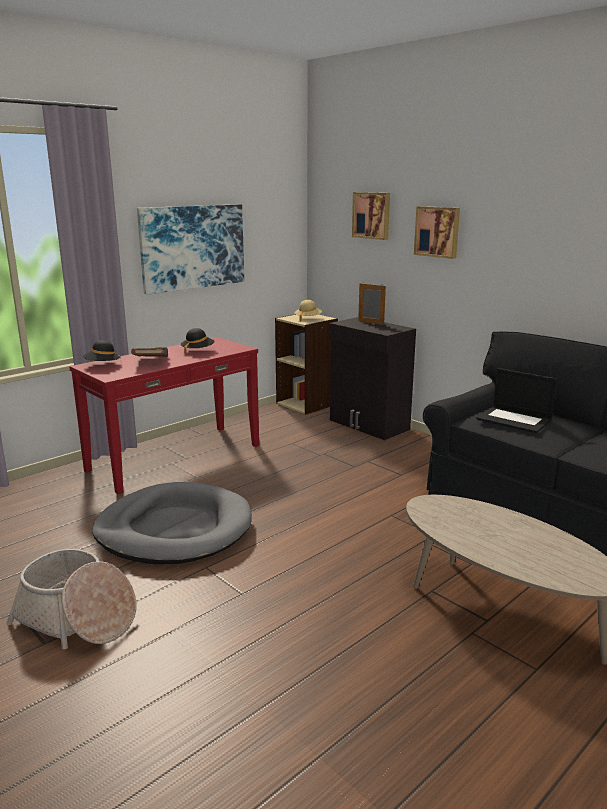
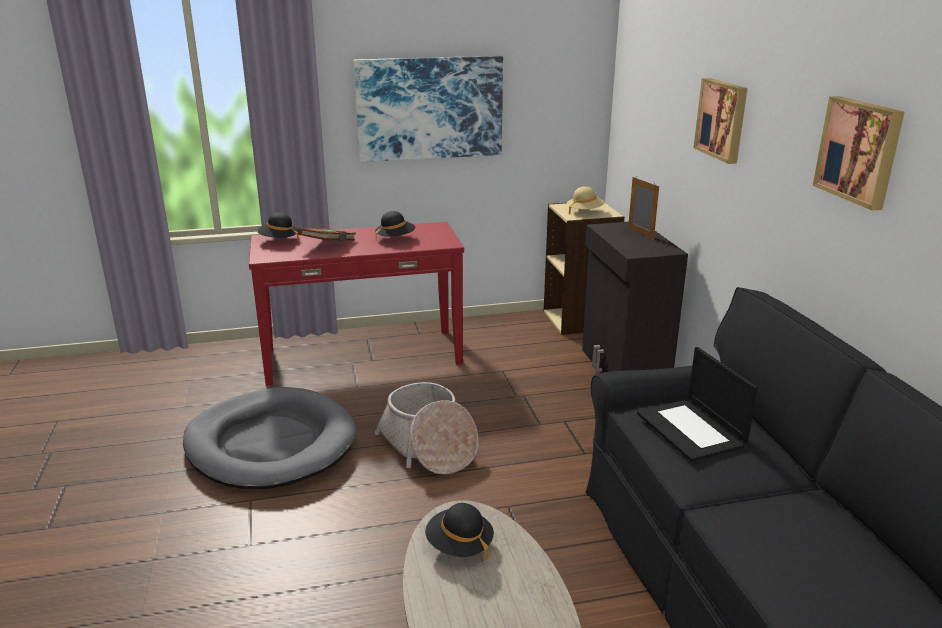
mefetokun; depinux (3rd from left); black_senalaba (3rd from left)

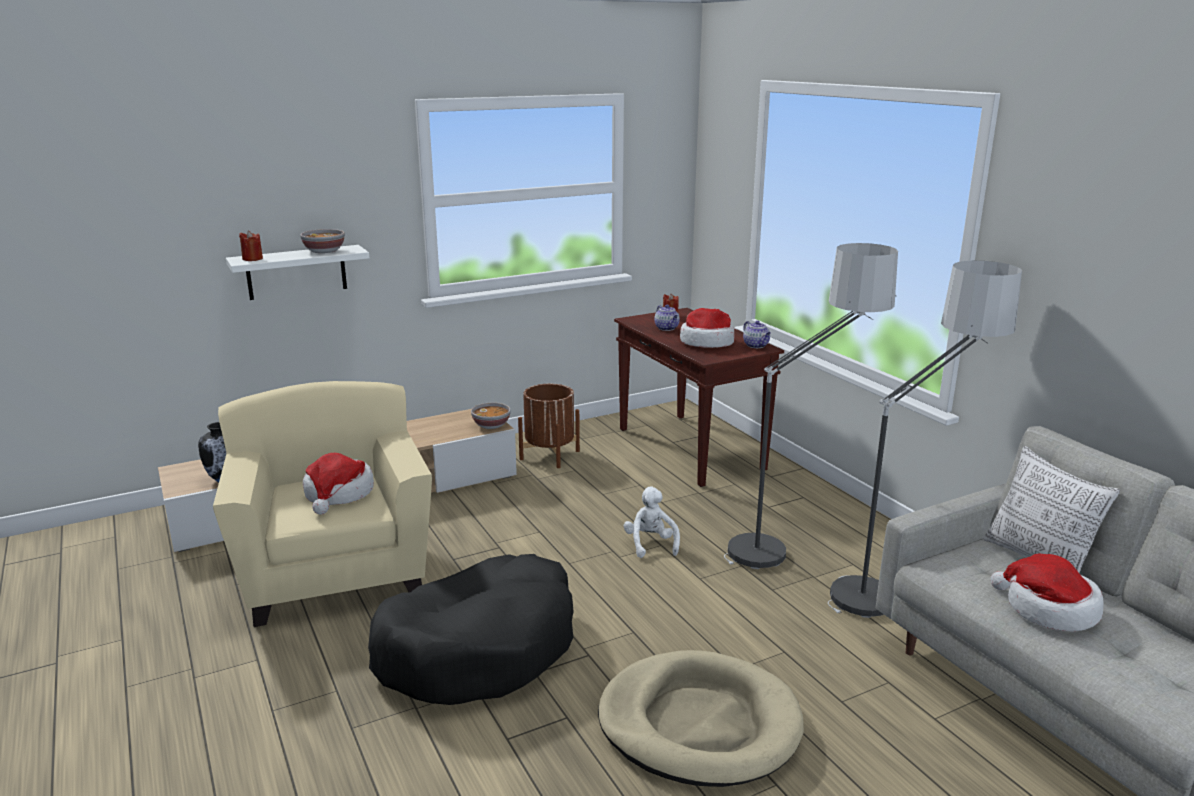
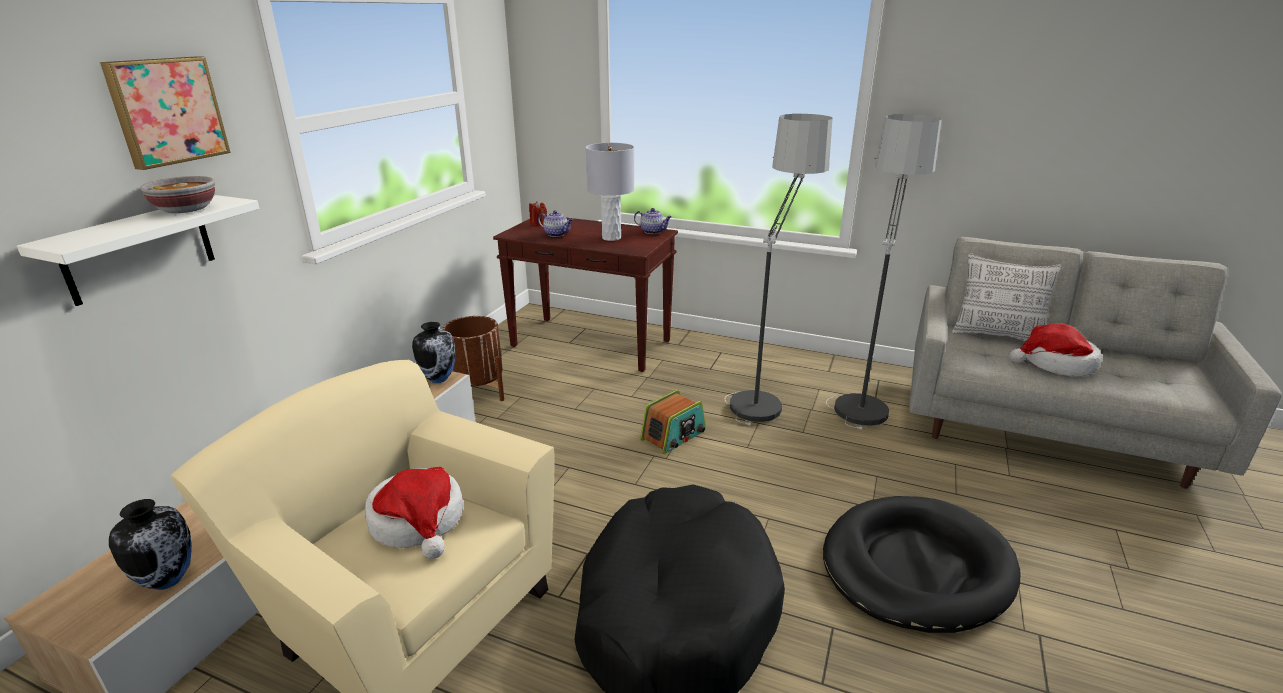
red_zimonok (1st from left in the first image); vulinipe (2nd from left); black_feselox (2nd from left); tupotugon; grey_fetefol; depinux

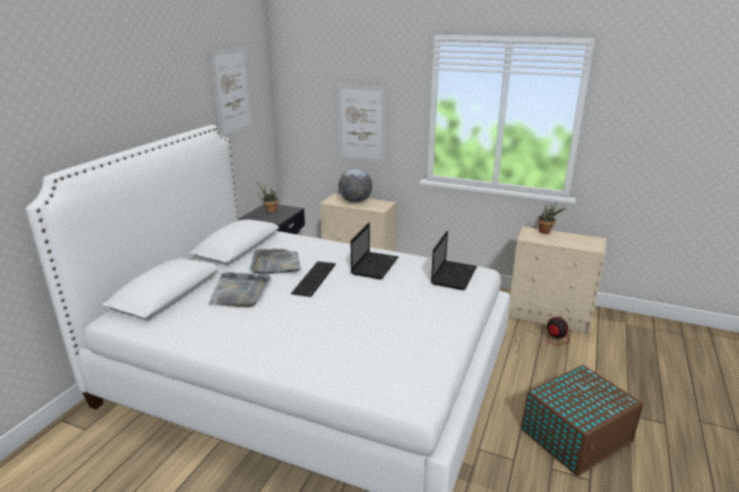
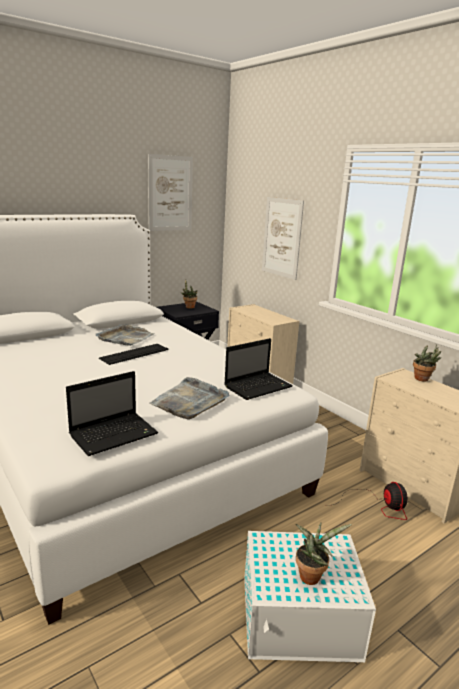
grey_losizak (2nd from left); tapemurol; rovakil (1st from left); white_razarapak; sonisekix (2nd from left)

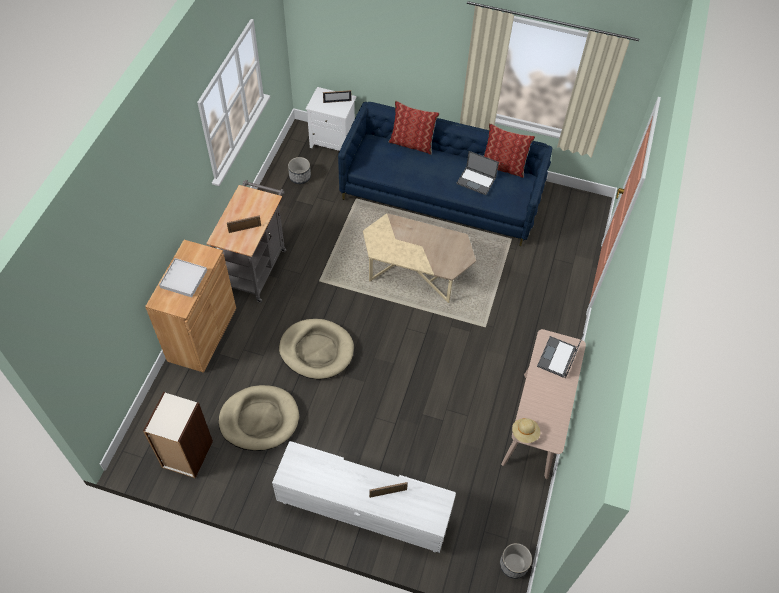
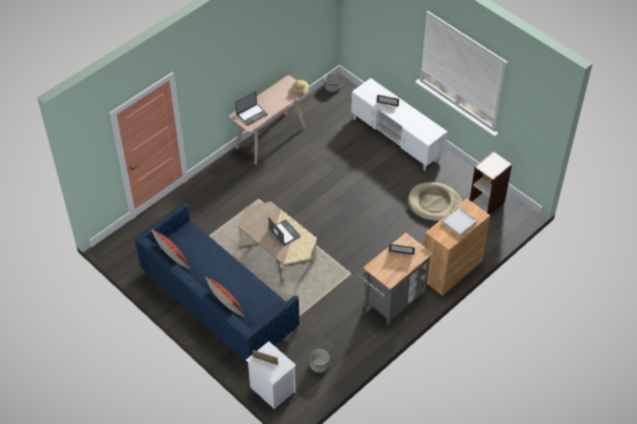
beige_feselox (2nd from left in the first image); rovakil (2nd from left)

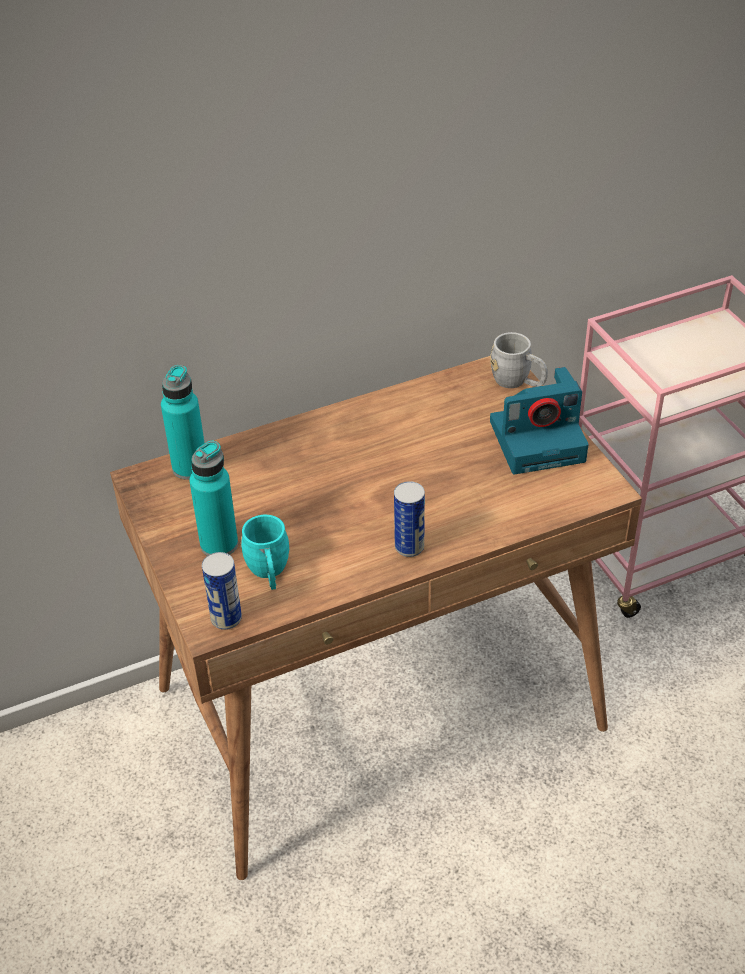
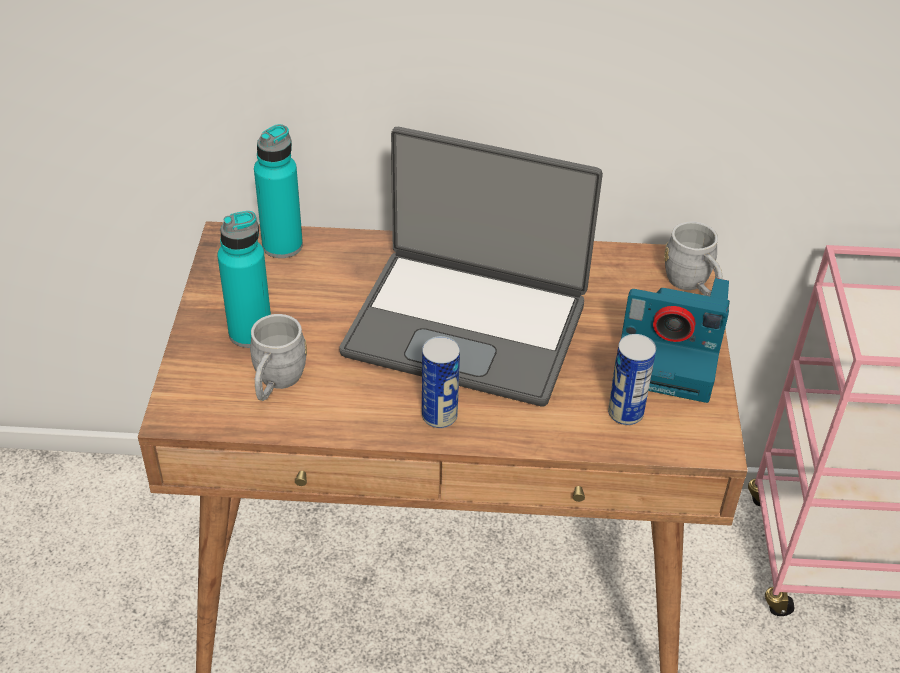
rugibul (2nd from left); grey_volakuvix (1st from left); rovakil

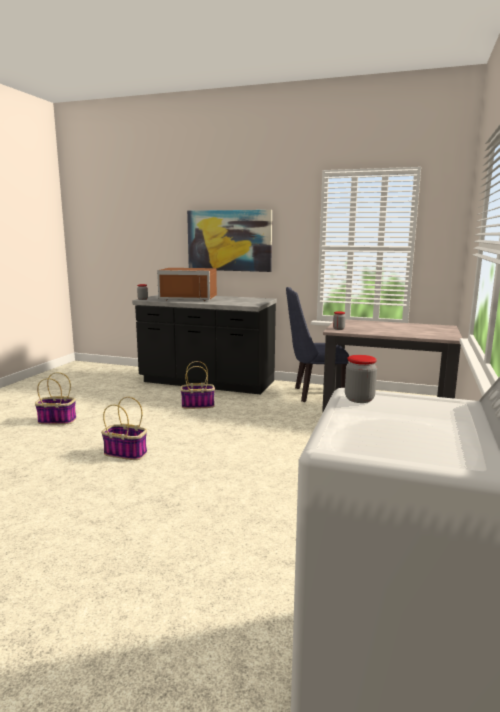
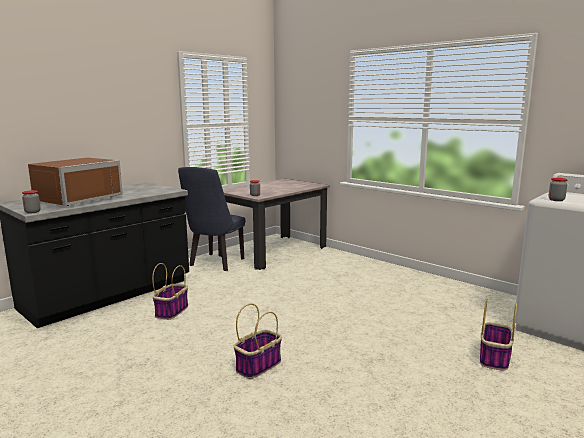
mefetokun (3rd from left); depinux

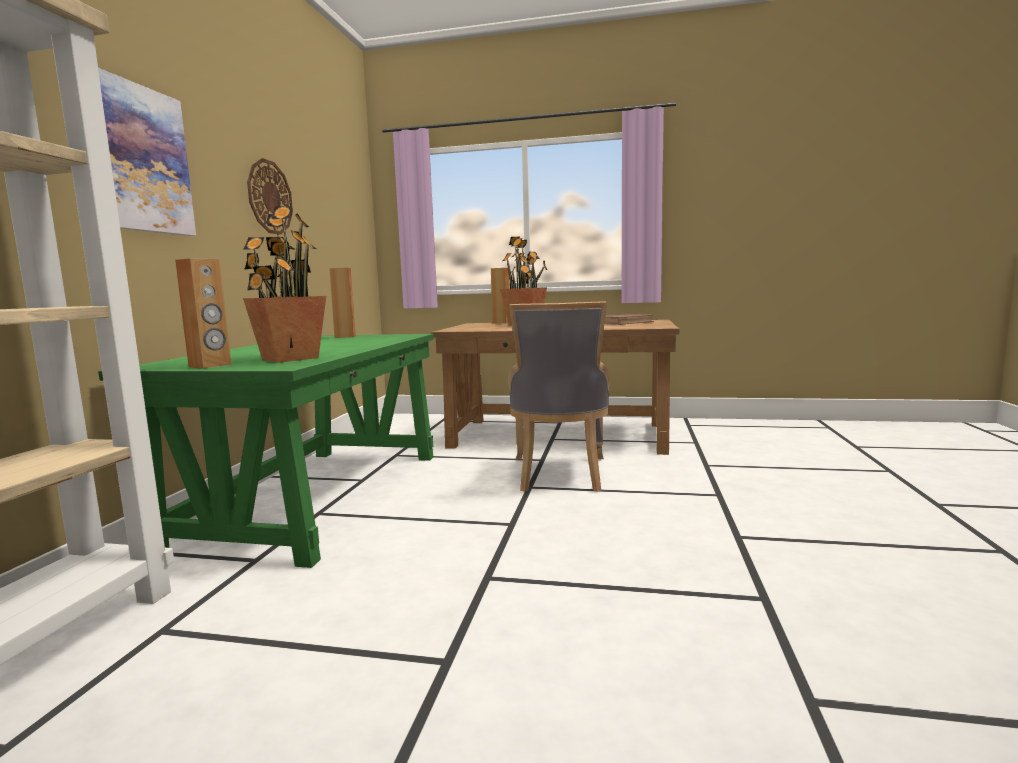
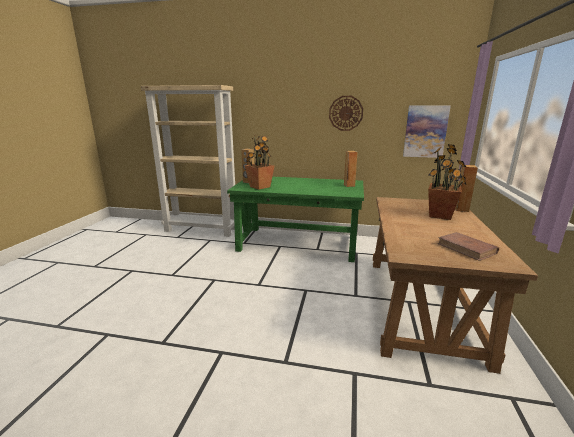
depinux; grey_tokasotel

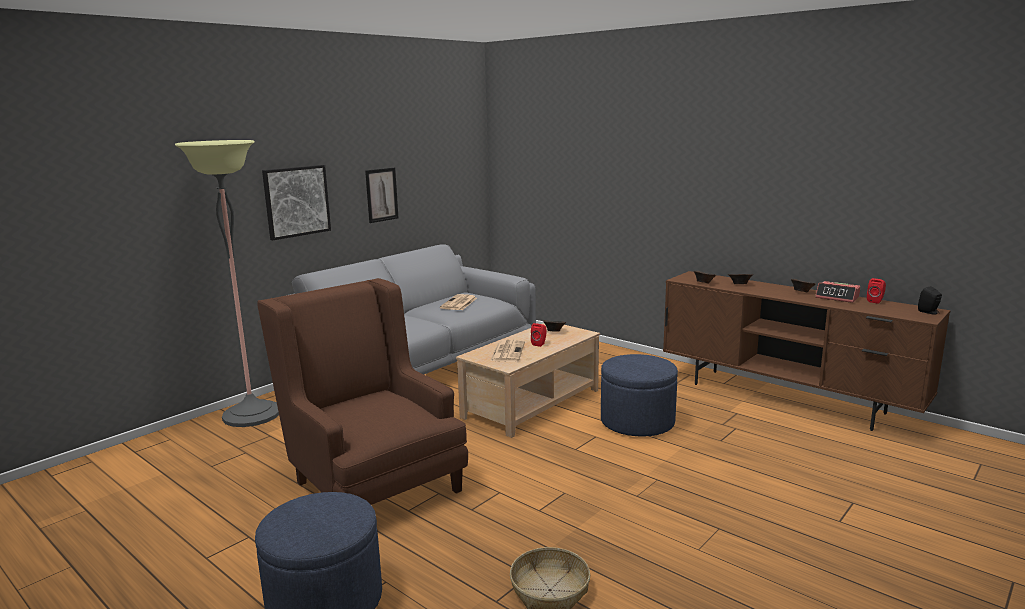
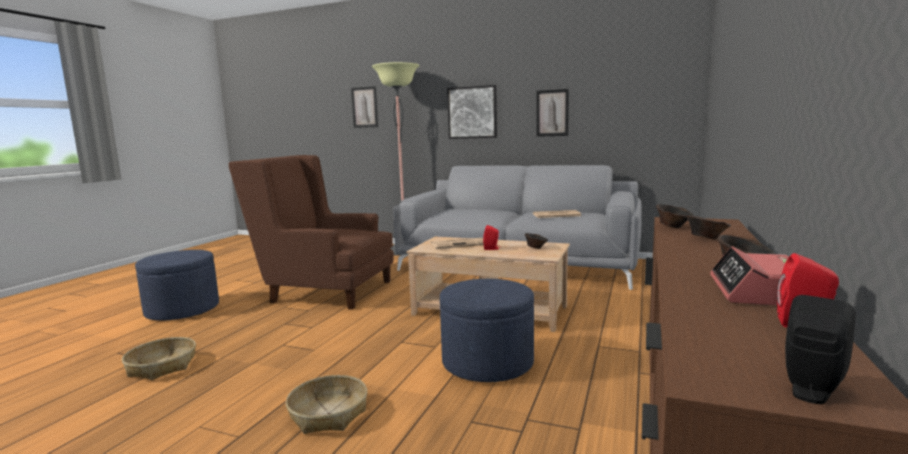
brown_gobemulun; mefetokun (2nd from left); depinux (1st from left)

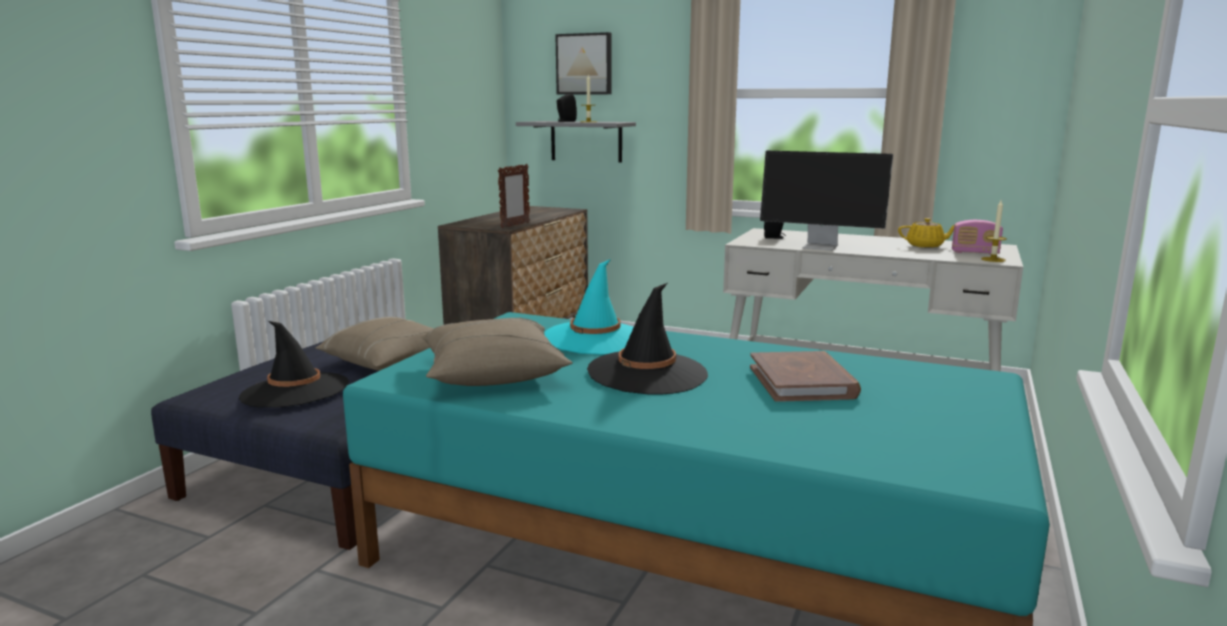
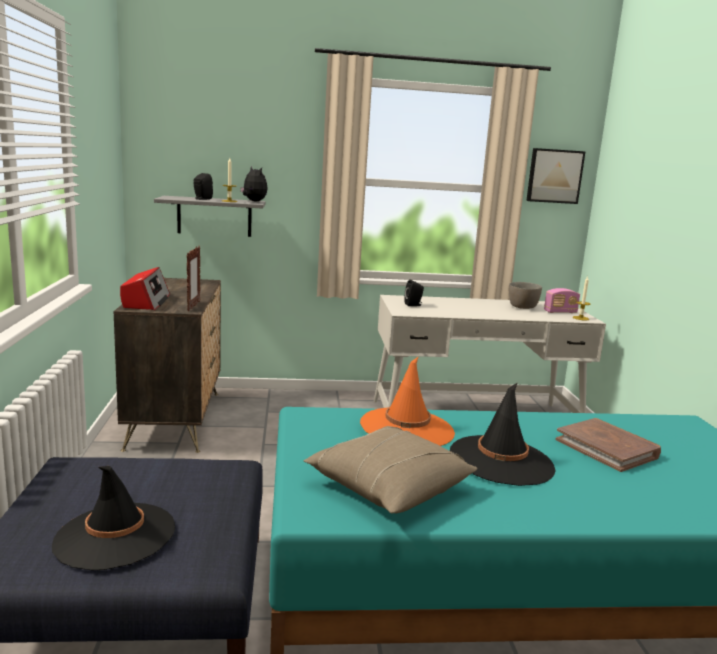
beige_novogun (1st from left in the first image); orange_senalaba; depinux; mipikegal; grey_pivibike; tupotugon (1st from left); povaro

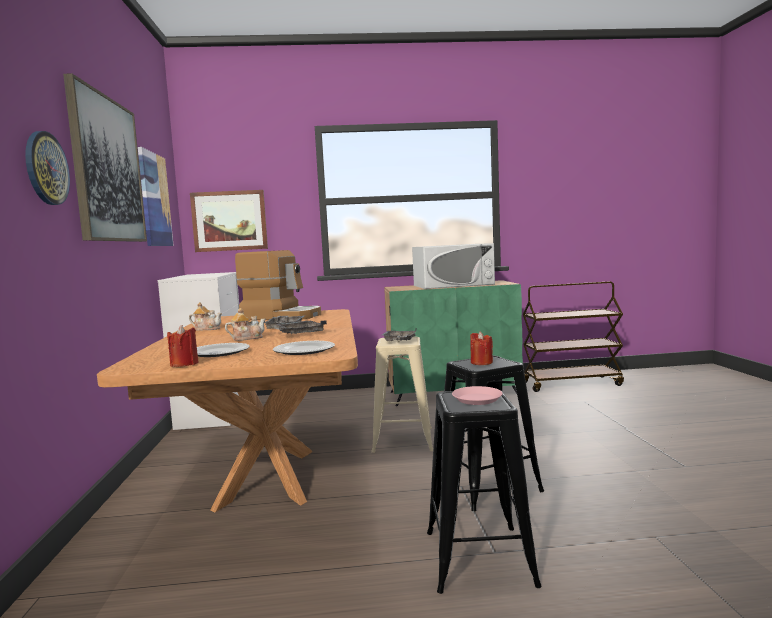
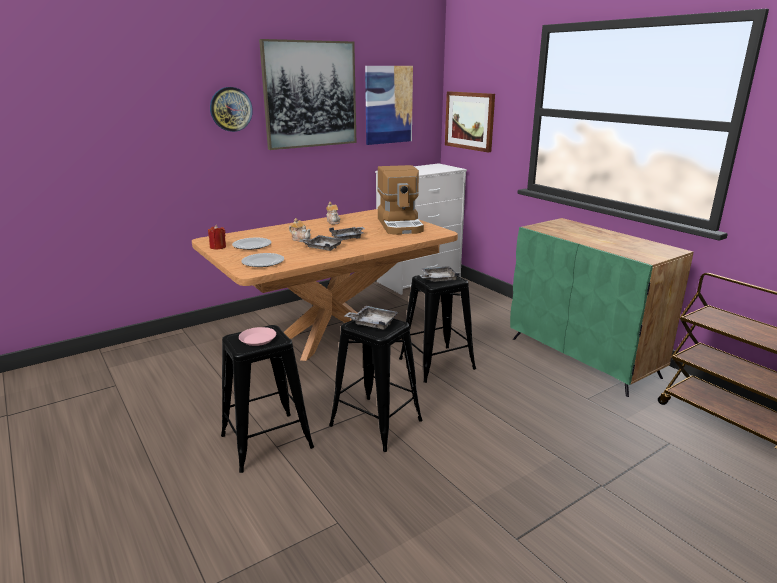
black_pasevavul (3rd from left); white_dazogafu; grey_losizak (3rd from left)

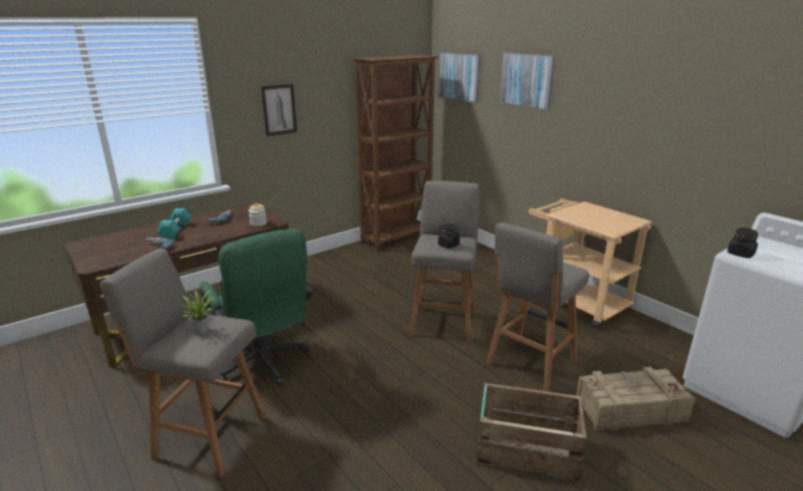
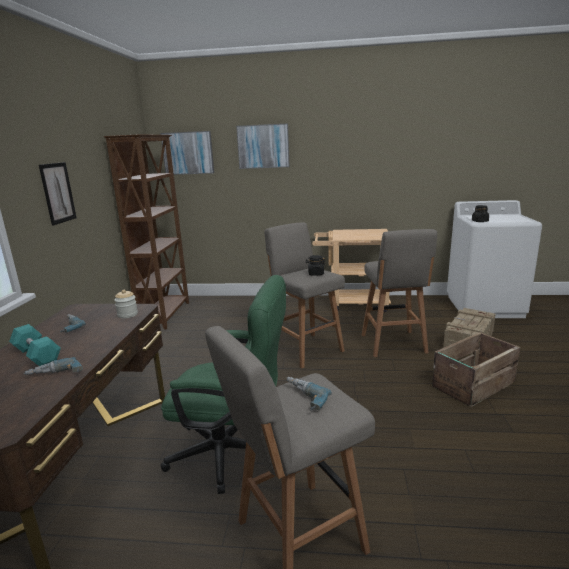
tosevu (3rd from left)

